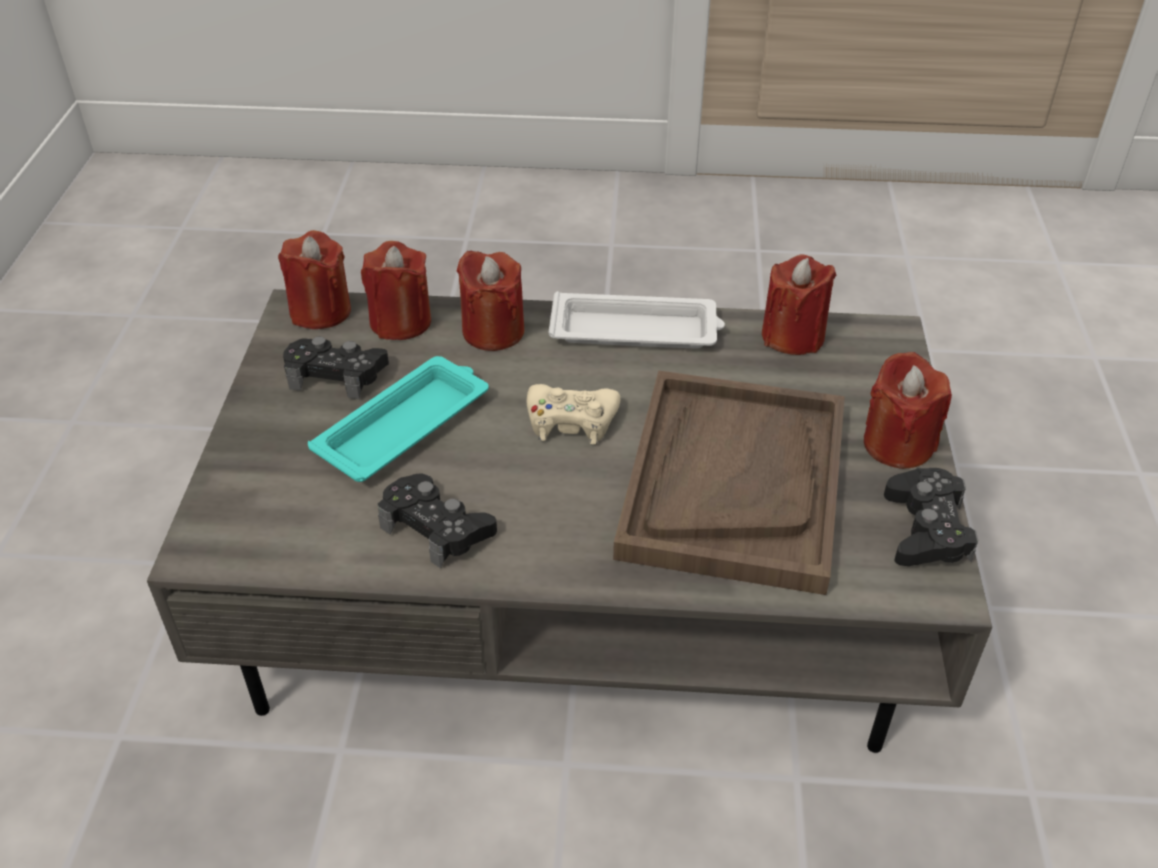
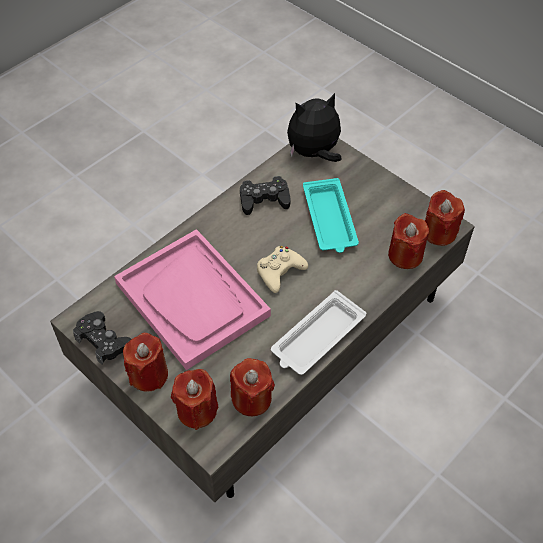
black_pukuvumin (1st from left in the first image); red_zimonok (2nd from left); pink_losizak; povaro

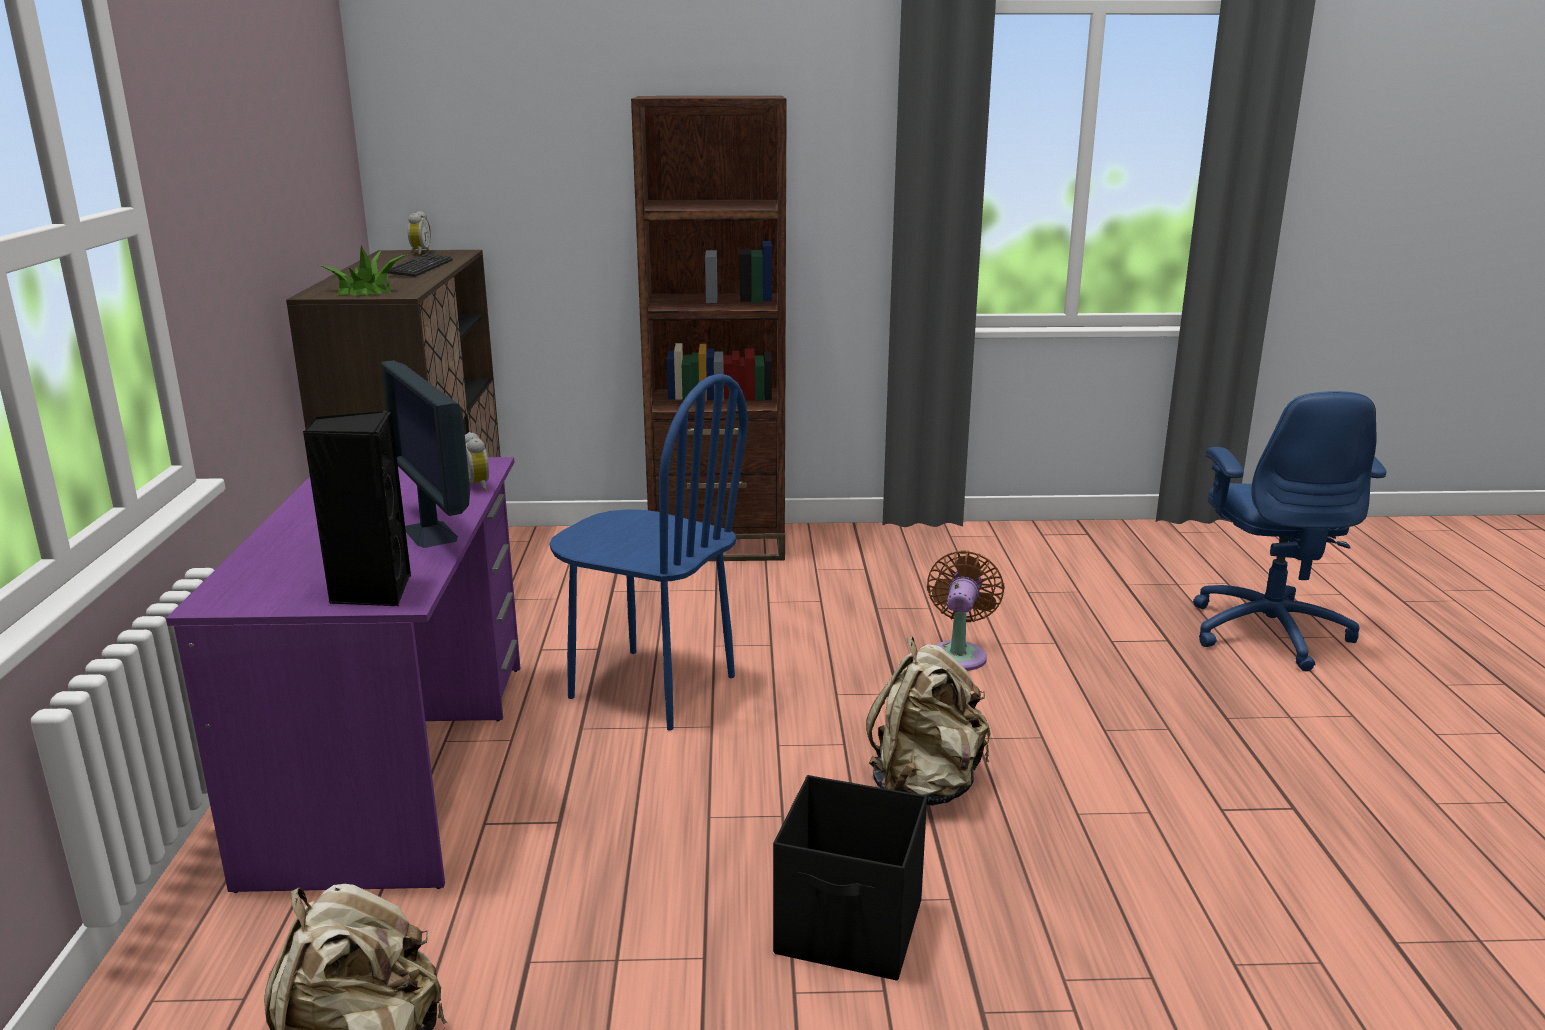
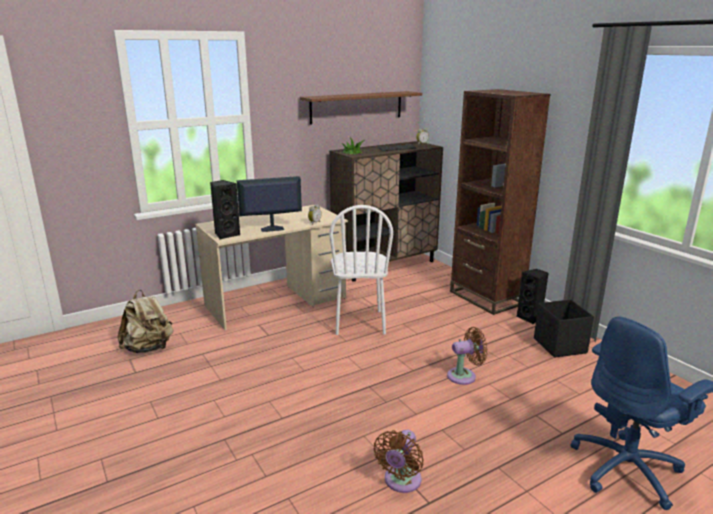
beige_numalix; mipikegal; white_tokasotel; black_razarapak; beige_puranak (2nd from left in the first image); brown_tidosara; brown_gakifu (1st from left); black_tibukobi (2nd from left)

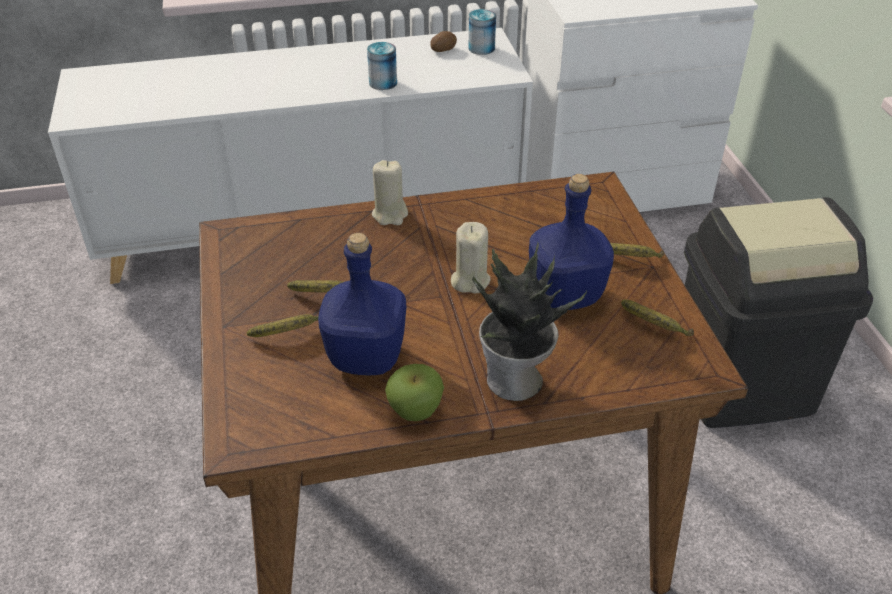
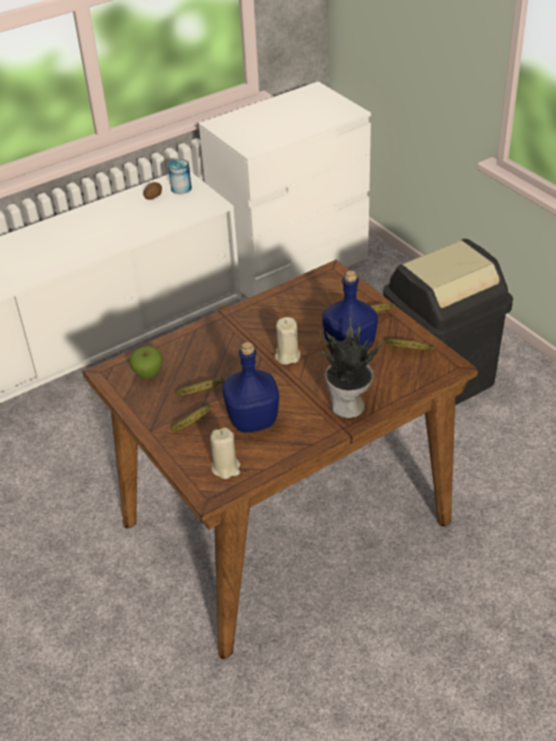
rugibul (1st from left in the first image); beige_zimonok (1st from left); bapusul

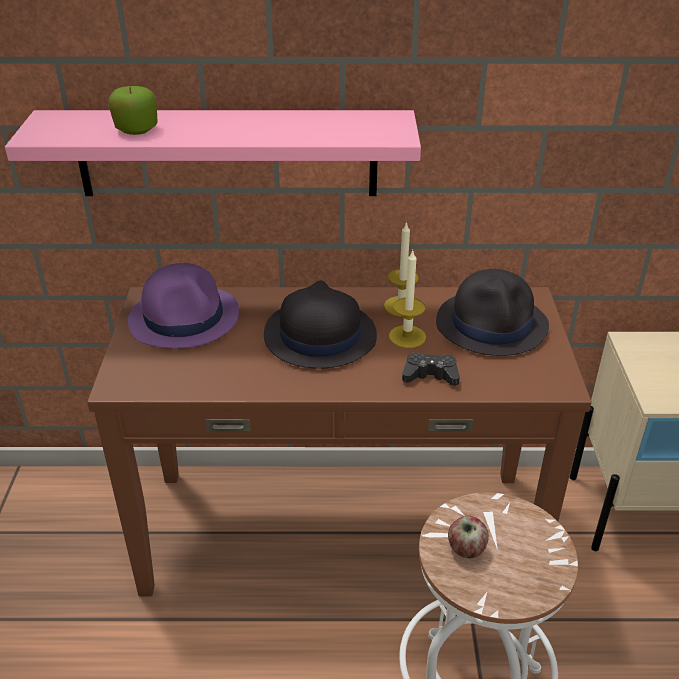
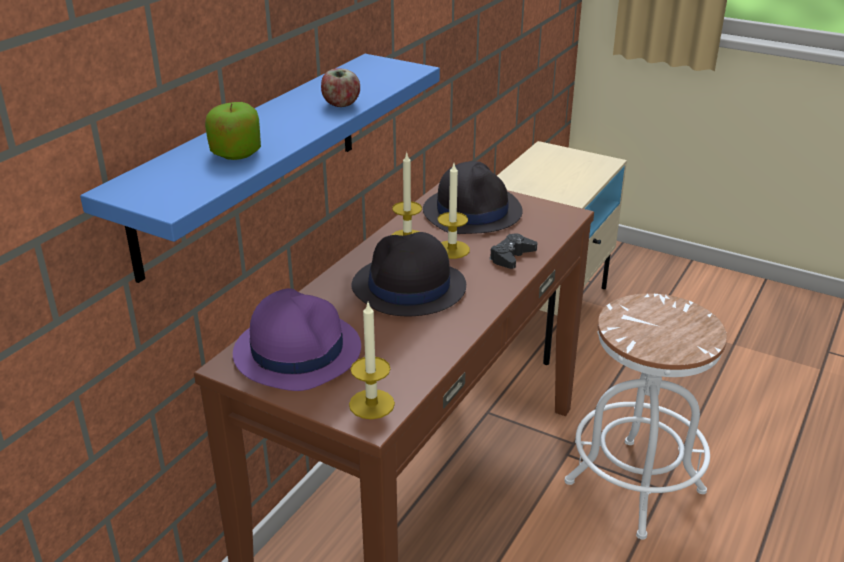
blue_tidosara; bapusul (2nd from left); zimonok (1st from left)

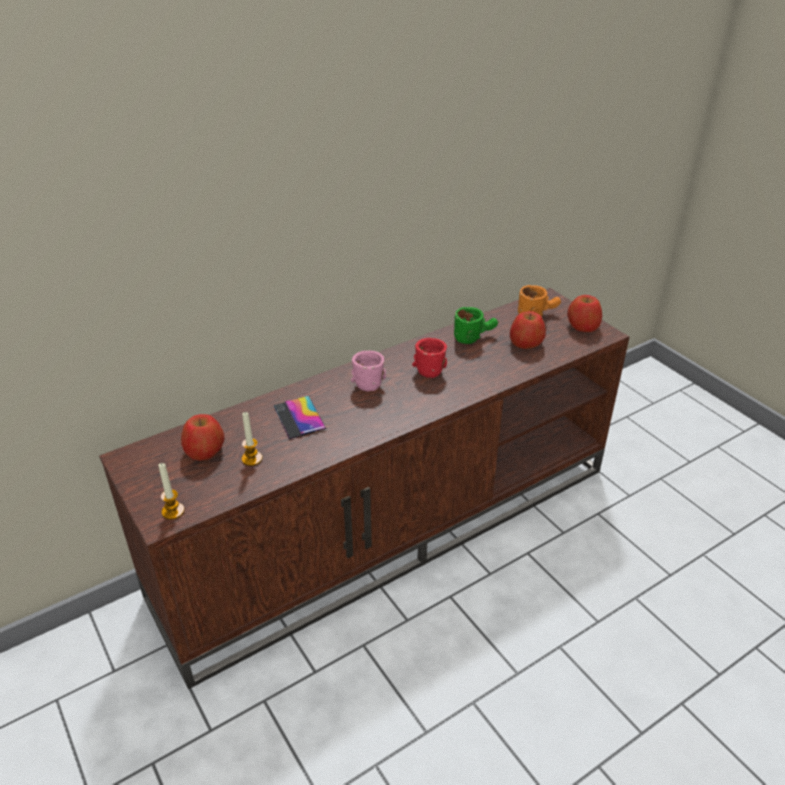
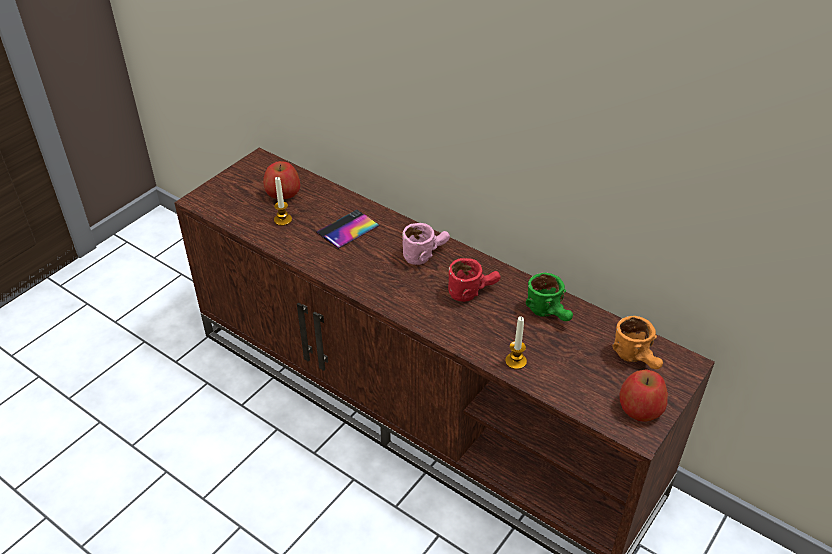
zimonok (2nd from left); bapusul (2nd from left in the first image)

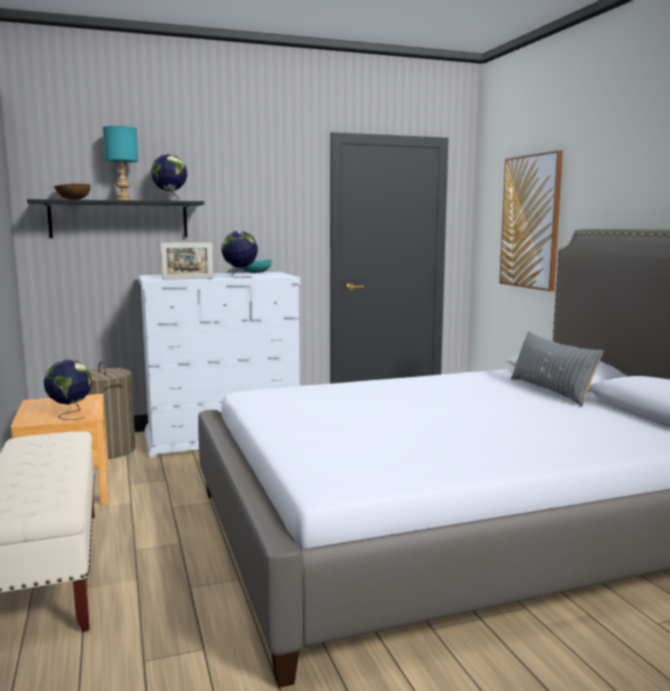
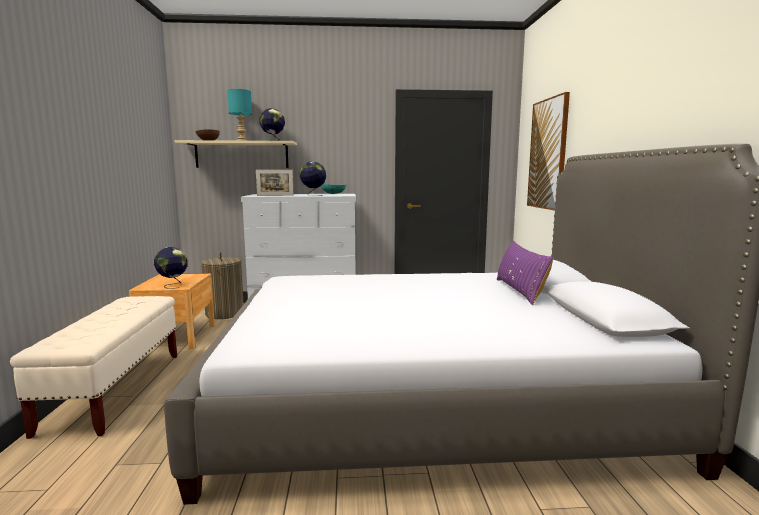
beige_tidosara; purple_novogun

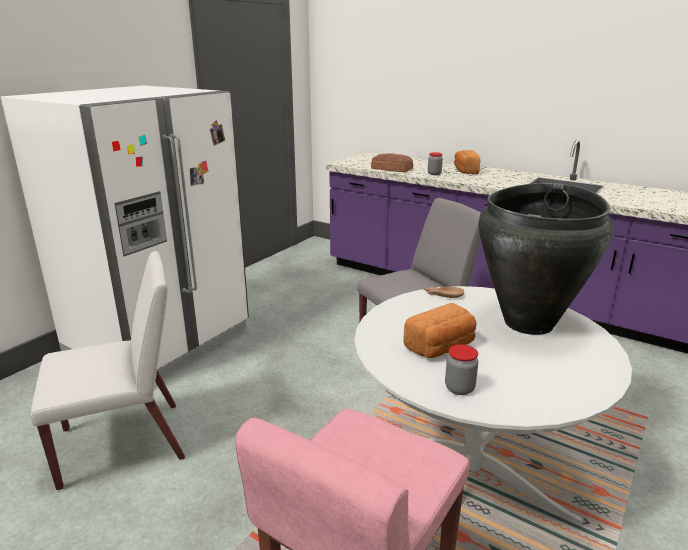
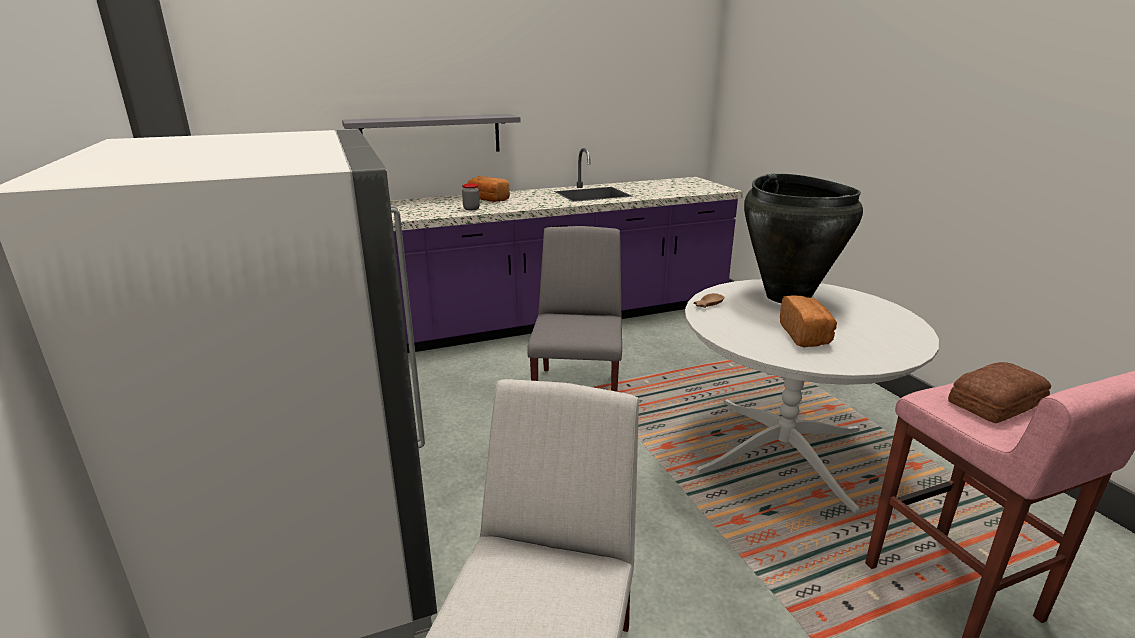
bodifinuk (3rd from left); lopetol (2nd from left in the first image); grey_tidosara

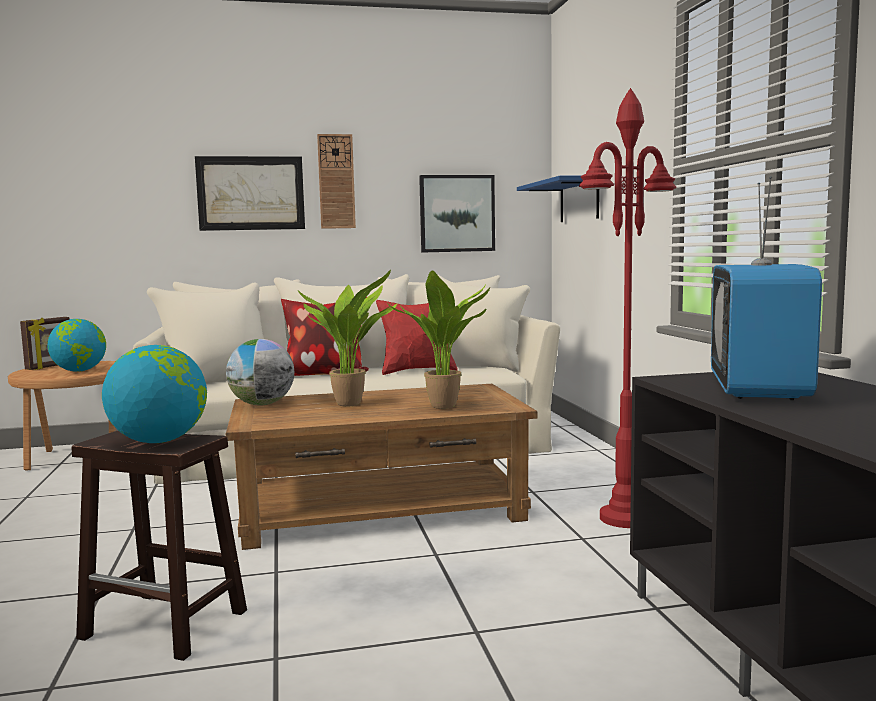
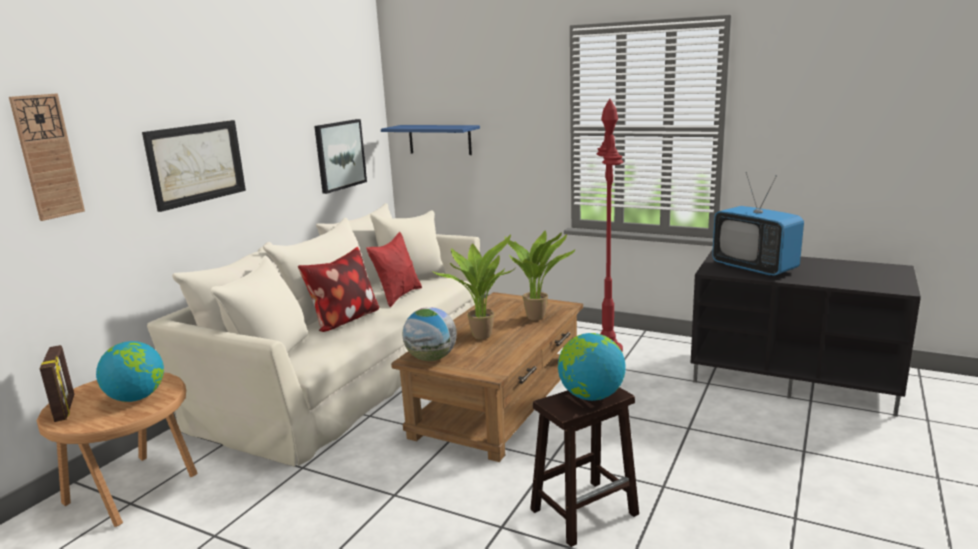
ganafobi

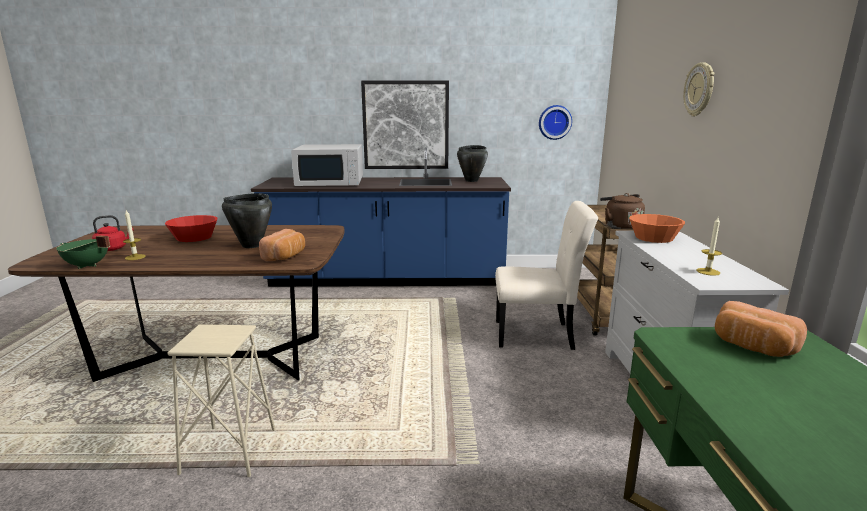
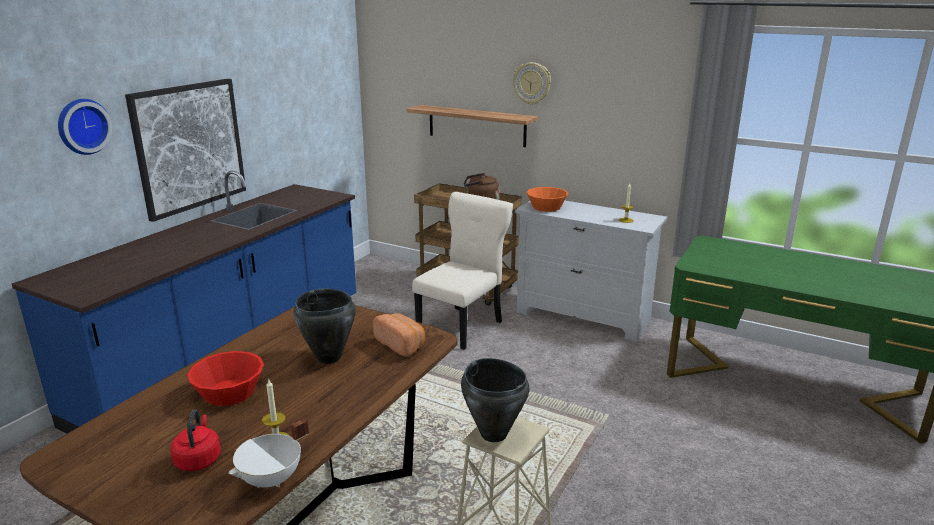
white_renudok; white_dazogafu; black_renudok (2nd from left); ganafobi (1st from left); bodifinuk (2nd from left in the first image); tidosara

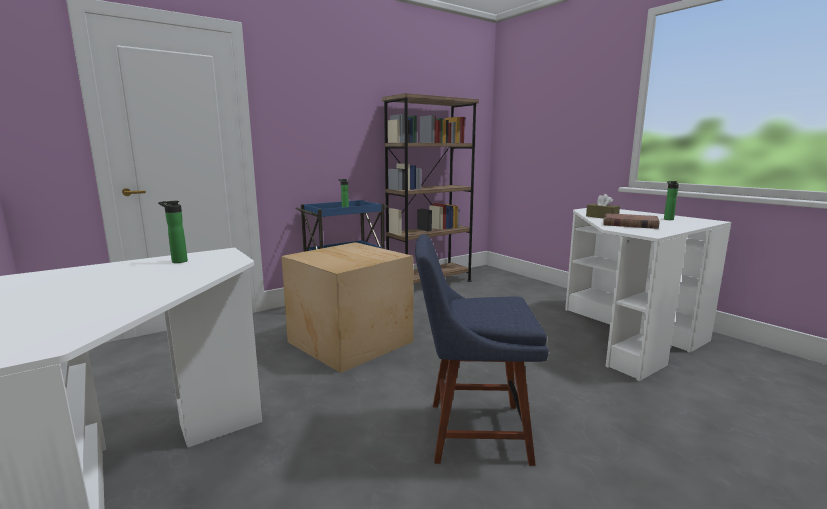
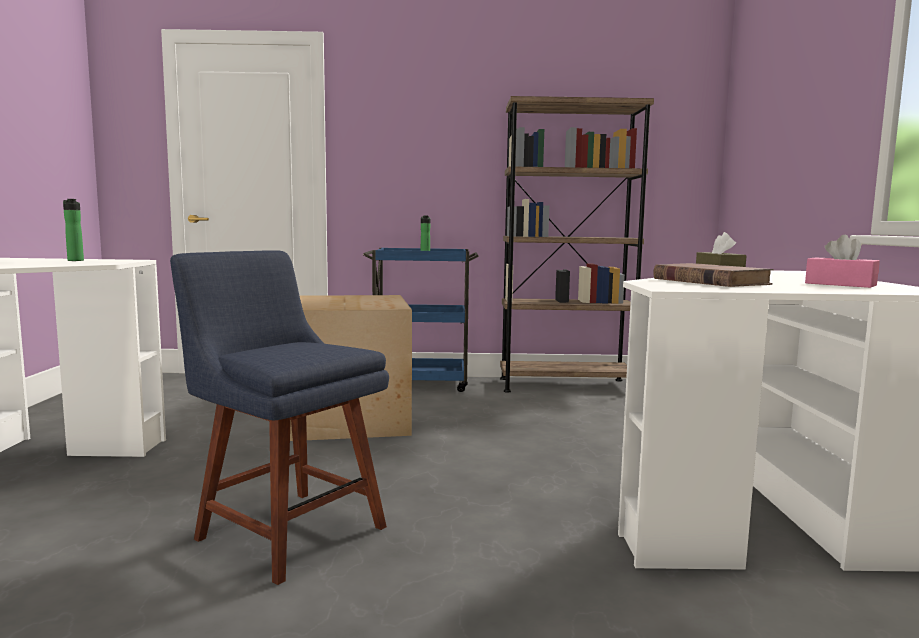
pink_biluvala

